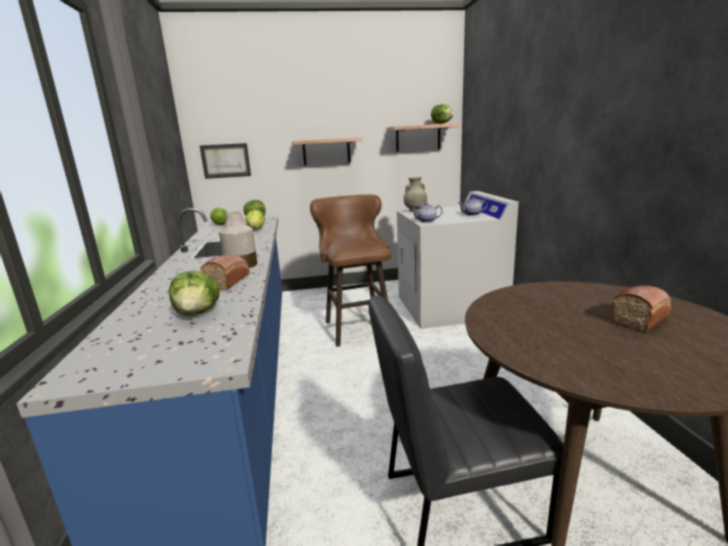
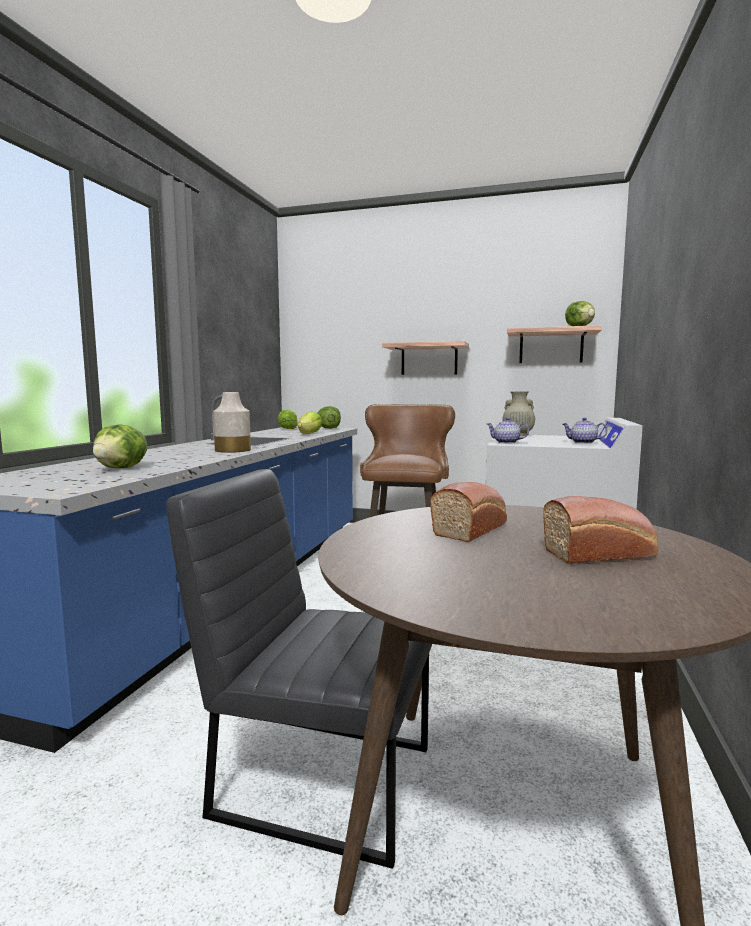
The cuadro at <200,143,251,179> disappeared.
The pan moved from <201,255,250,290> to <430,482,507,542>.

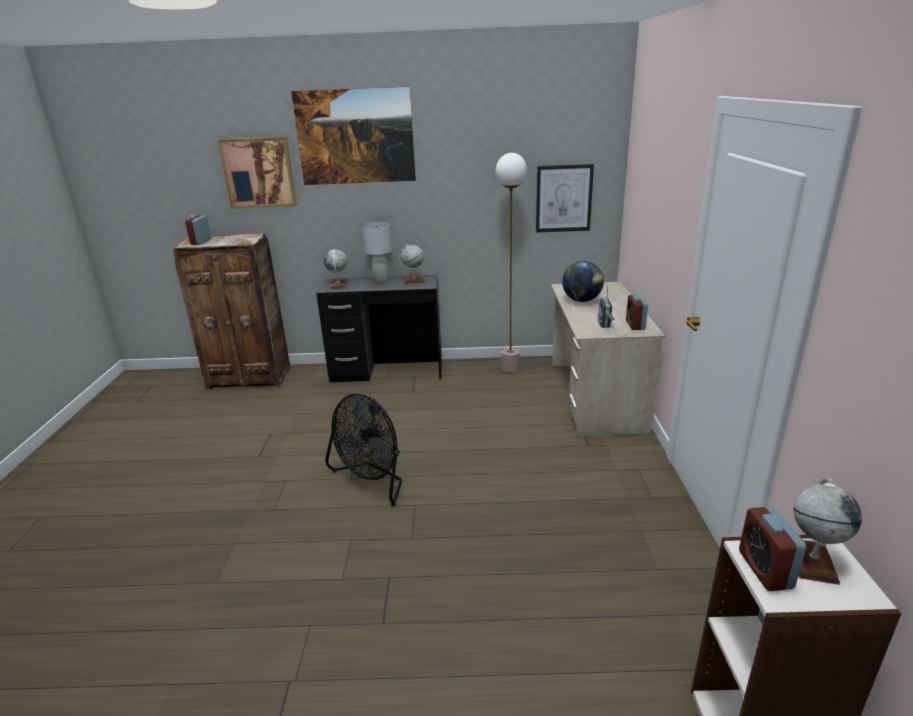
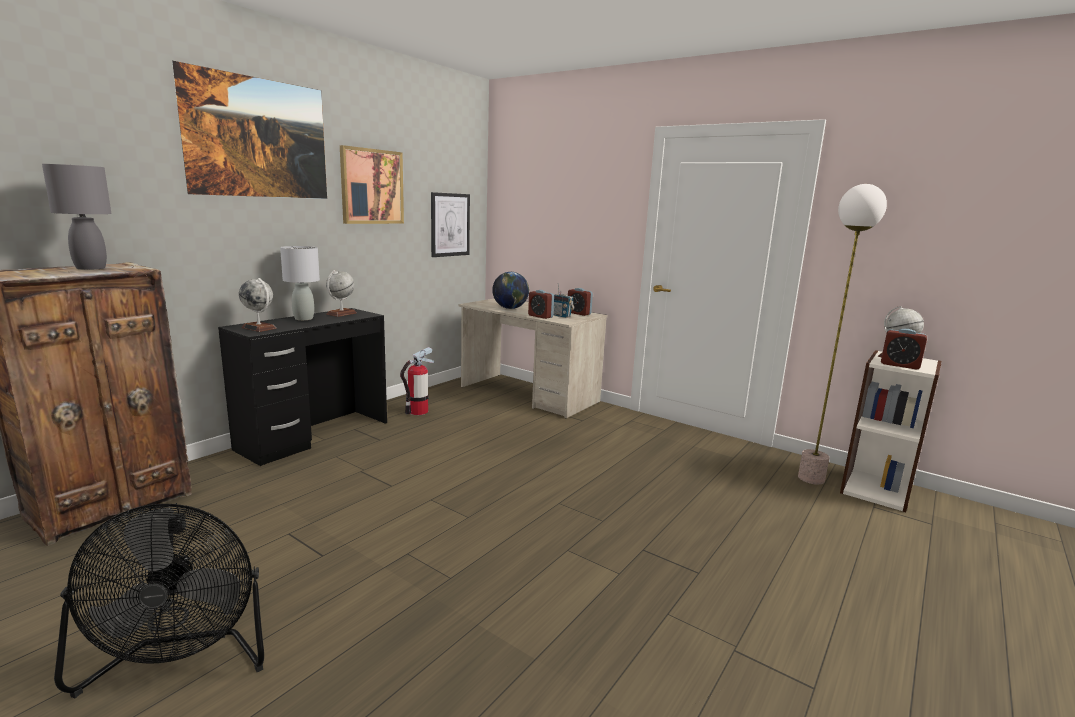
The cuadro moved from <218,137,297,209> to <340,145,404,224>.
The lámpara de pie moved from <496,153,527,373> to <798,184,887,485>.
The despertador moved from <185,215,211,245> to <528,290,554,319>.
The ventilador/negro moved from <325,394,402,506> to <54,503,264,699>.
The lámpara de mesa/gris at <42,164,111,270> appeared.
The extintor at <400,347,434,415> appeared.

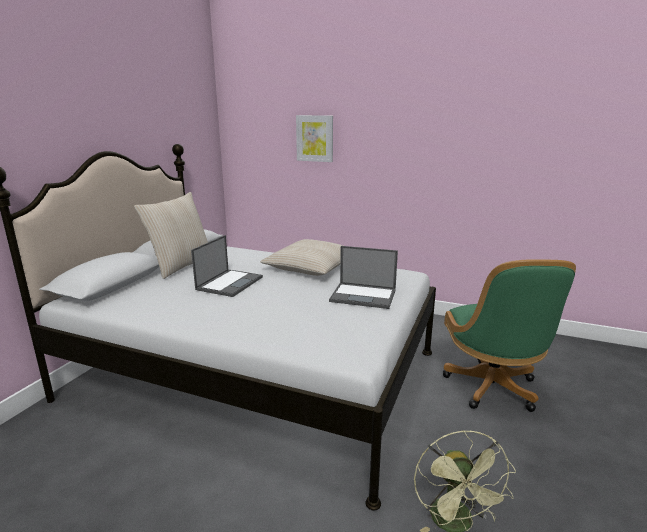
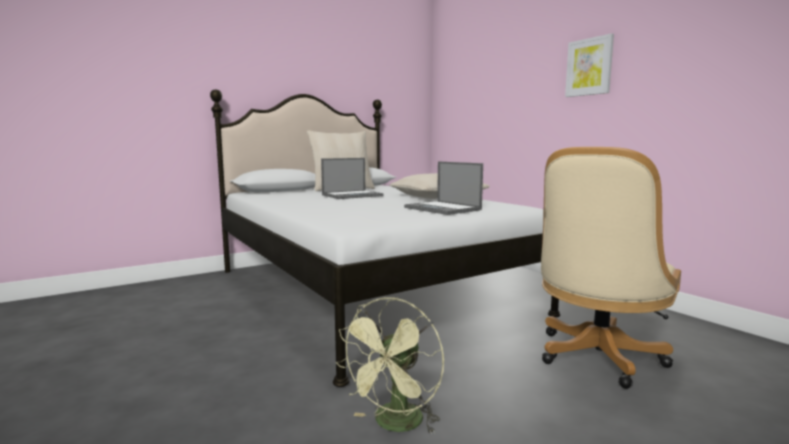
The cuadro moved from <296,115,333,162> to <565,33,614,97>.
The silla de oficina/verde at <443,259,576,412> became the silla de oficina/beis at <541,147,681,389>.

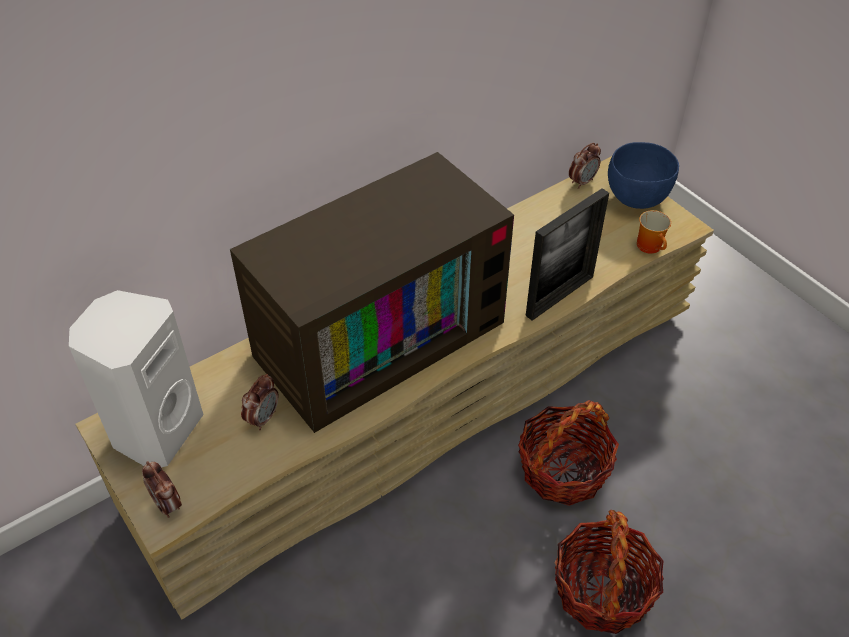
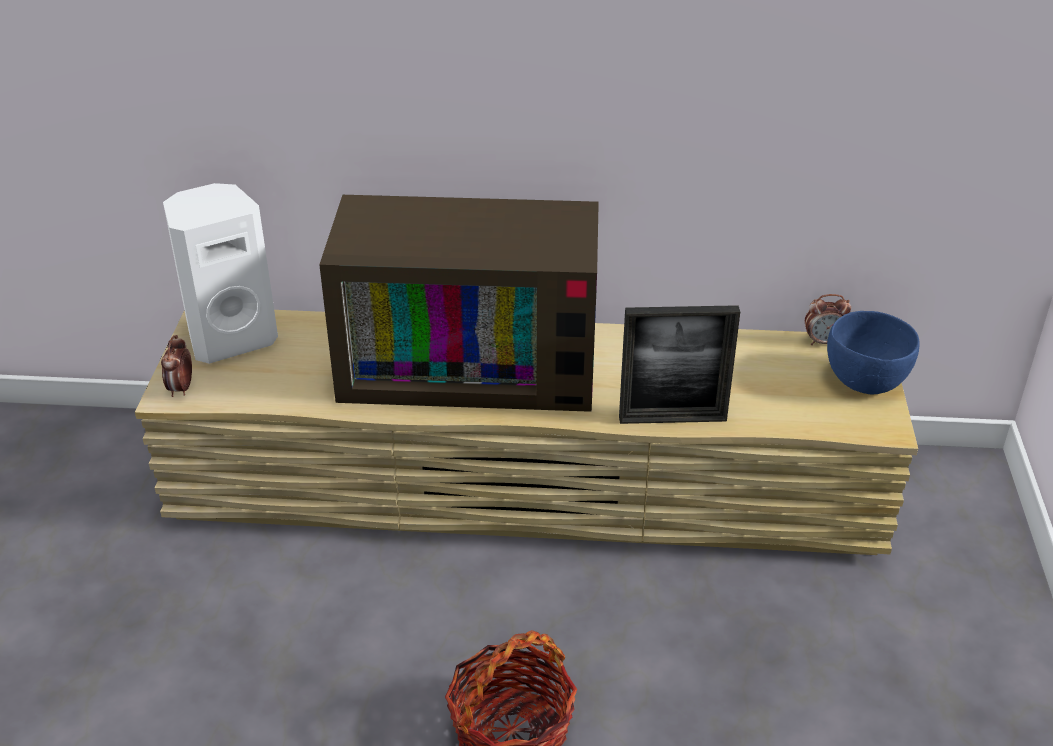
The taza grande at <637,210,671,254> disappeared.
The despertador at <241,374,278,430> disappeared.
The cesta at <518,400,619,506> disappeared.

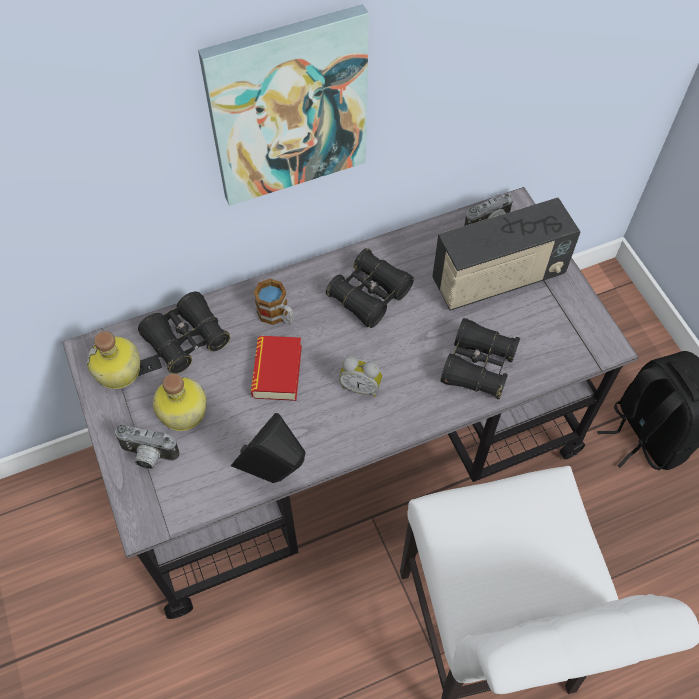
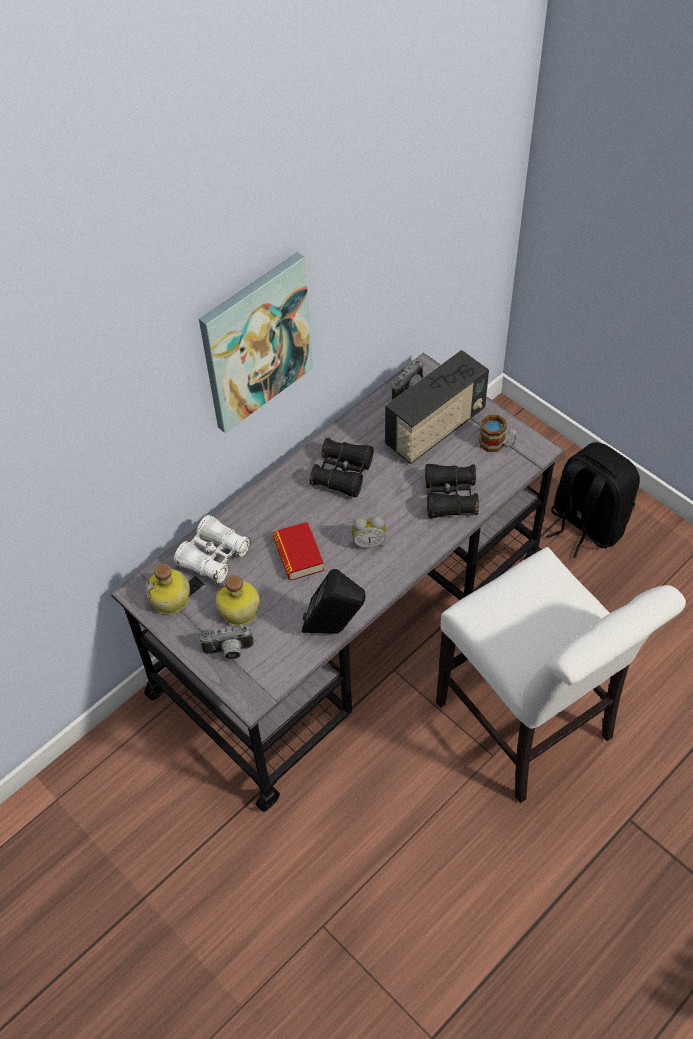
The taza grande moved from <254,279,293,325> to <479,415,518,452>.
The prismáticos/negro at <138,292,230,374> became the prismáticos/blanco at <174,515,251,584>.

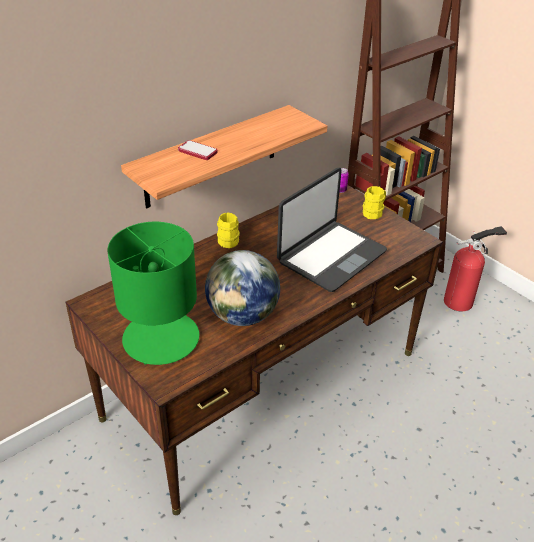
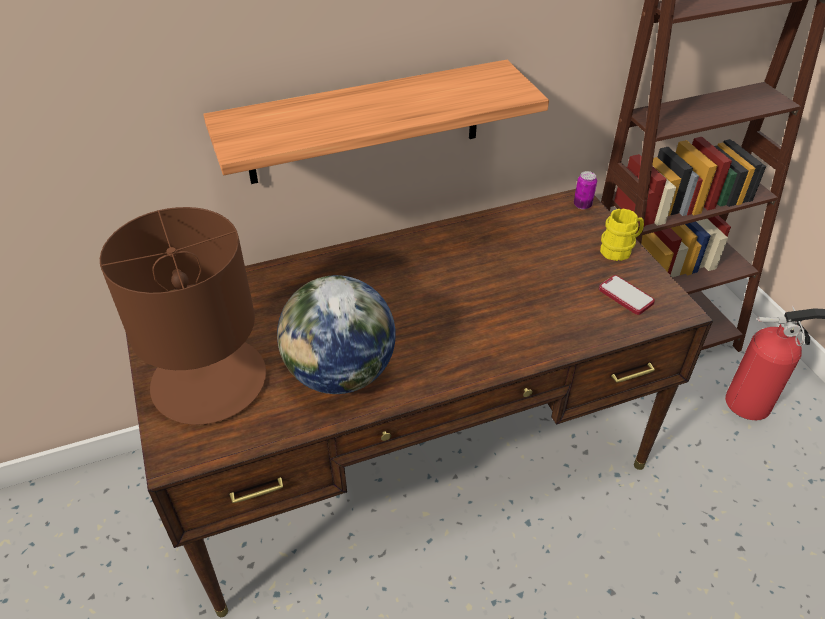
The móvil moved from <178,140,218,160> to <599,275,655,315>.
The portátil at <277,168,387,292> disappeared.
The taza grande/amarillo at <217,212,240,248> disappeared.
The lámpara de mesa/verde at <108,222,200,365> became the lámpara de mesa/marrón at <100,207,266,425>.

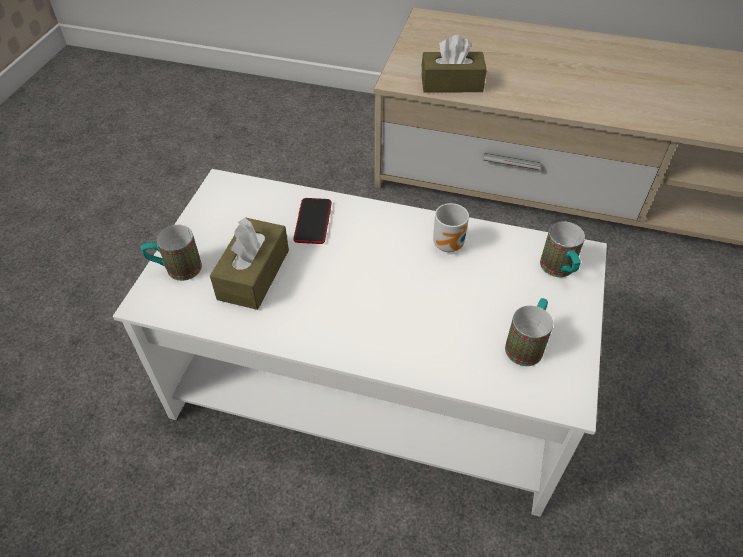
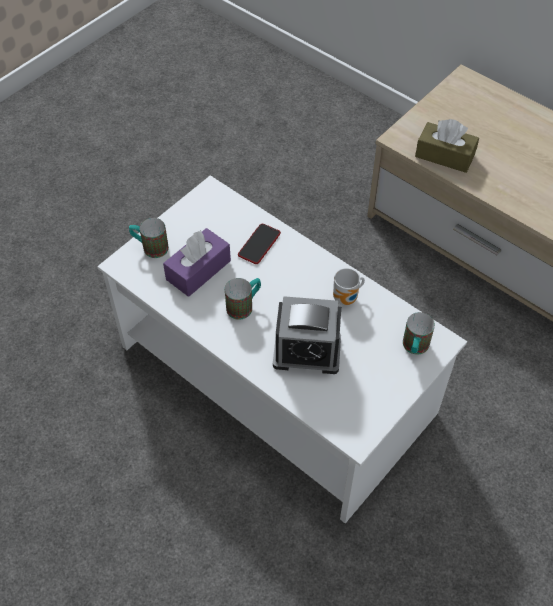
The caja de pañuelos/marrón at <210,218,289,310> became the caja de pañuelos/morado at <163,228,231,297>.
The taza grande moved from <505,298,553,366> to <225,278,261,320>.
The despertador at <273,296,341,374> appeared.

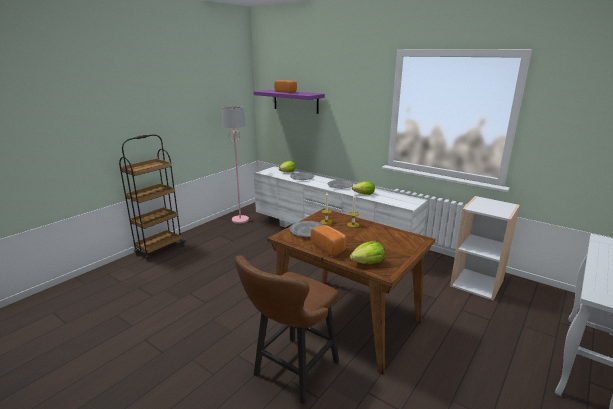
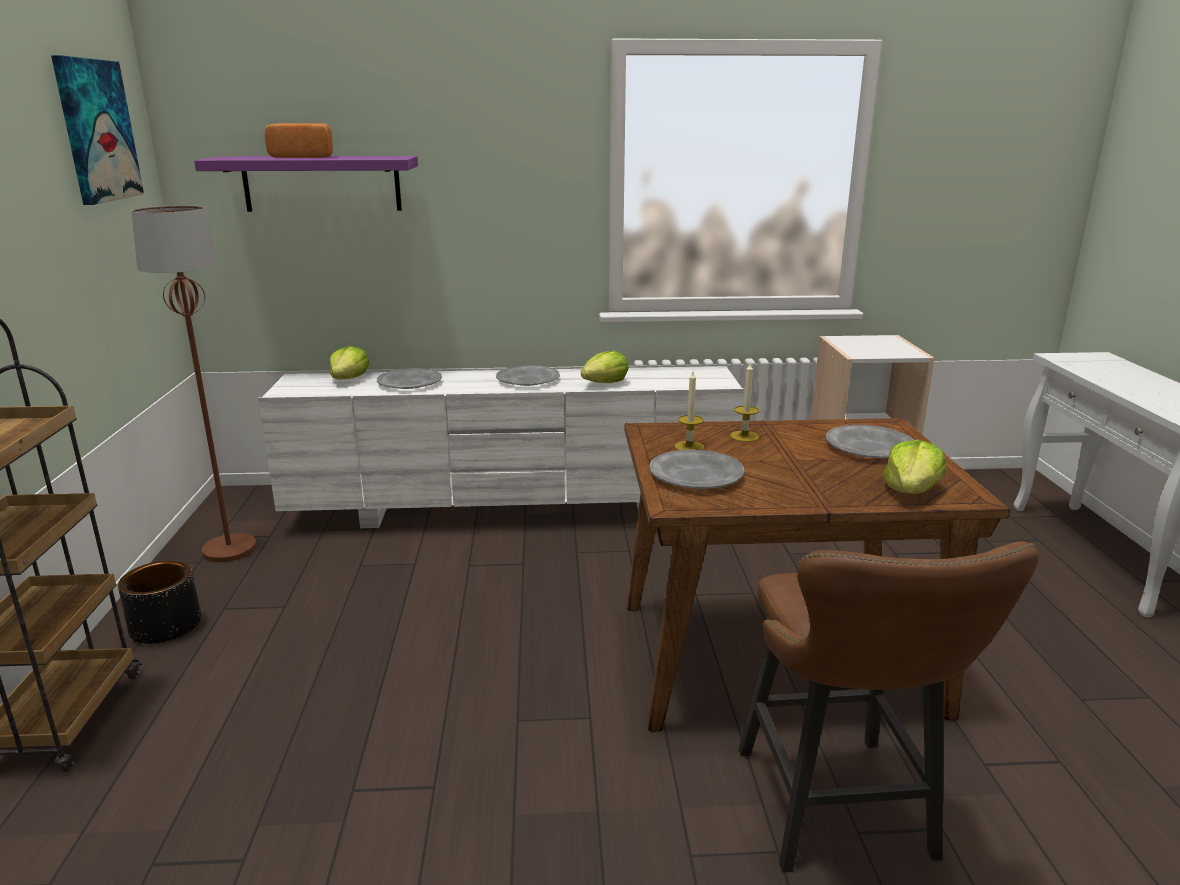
The lámpara de pie/rosa at <222,106,249,224> became the lámpara de pie/marrón at <131,205,257,562>.
The pan at <311,225,347,256> disappeared.
The cuadro at <51,55,144,205> appeared.
The plato/gris at <826,425,914,458> appeared.
The maceta/negro at <118,560,202,645> appeared.

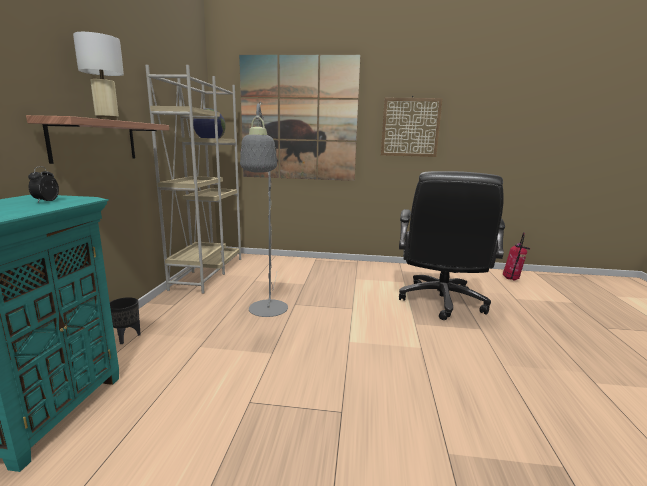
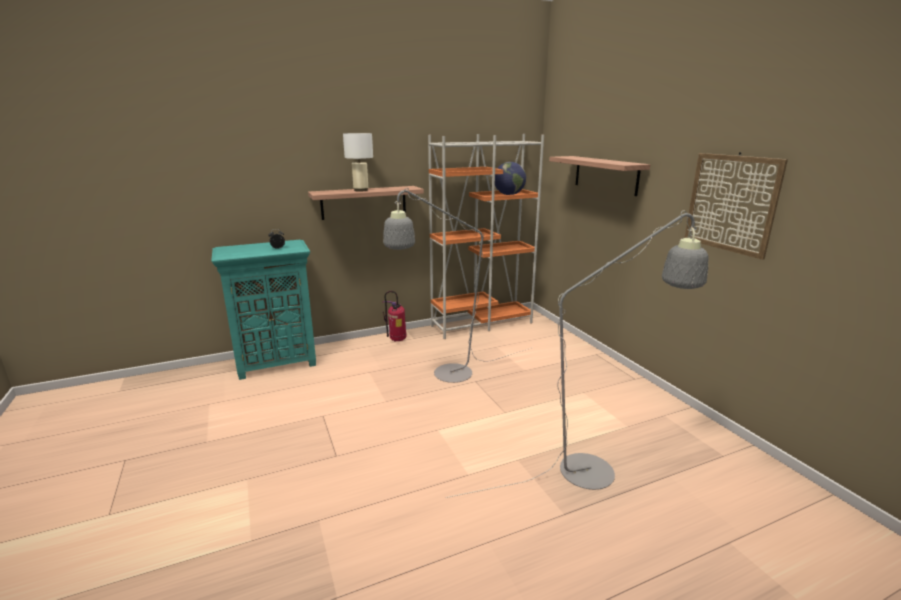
The cuadro at <239,55,361,181> was replaced by the estante at <549,156,650,196>.
The estantería/beis at <145,64,241,294> became the estantería/naranja at <428,133,544,339>.
The silla de oficina/negro at <399,171,505,320> was replaced by the lámpara de pie/gris at <445,211,709,498>.
The extintor moved from <503,232,530,280> to <382,291,407,341>.
The maceta/negro at <110,297,141,344> disappeared.

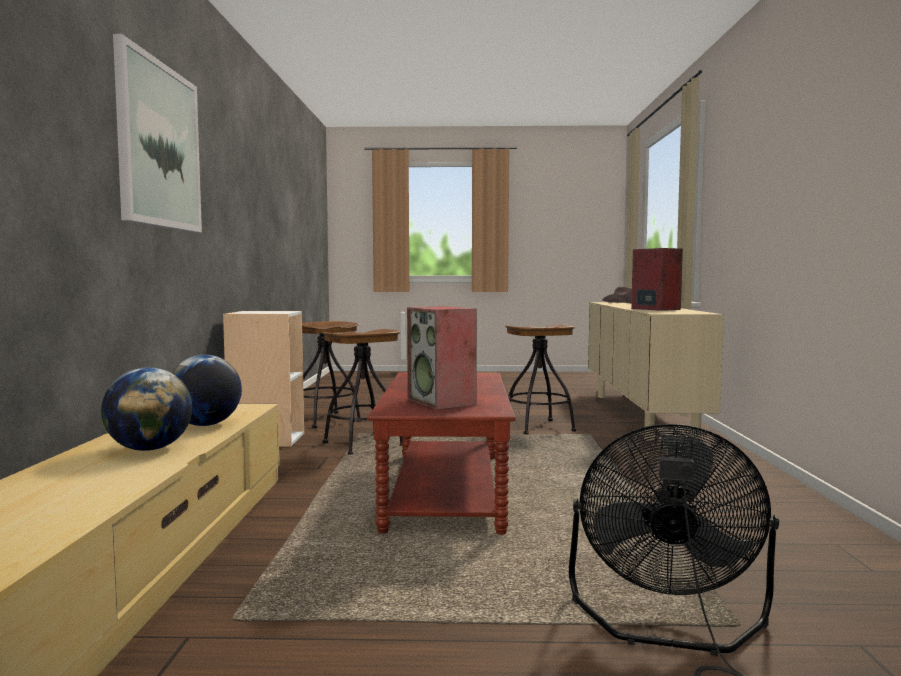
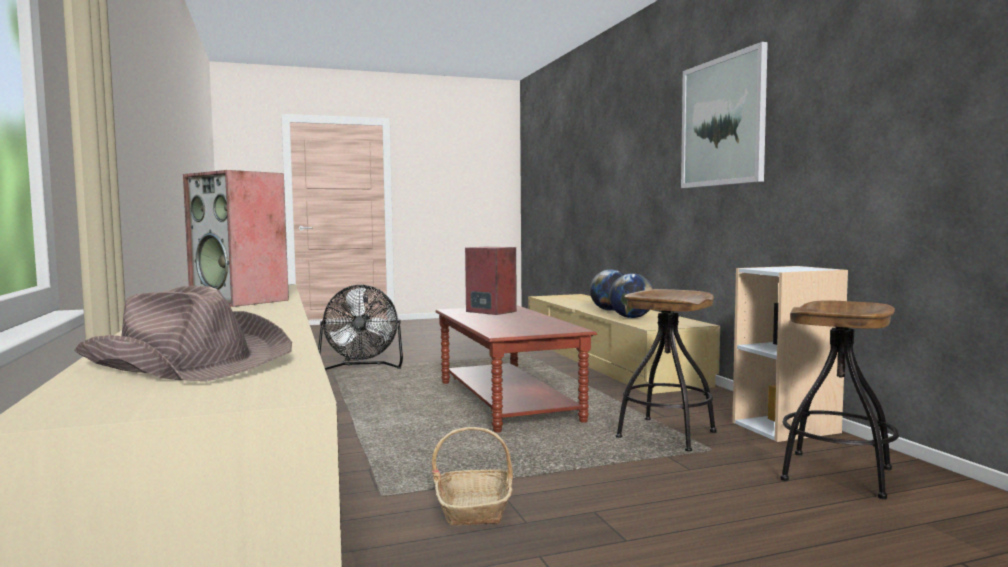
The taburete/marrón at <505,324,576,434> was replaced by the cesta at <431,427,513,525>.

